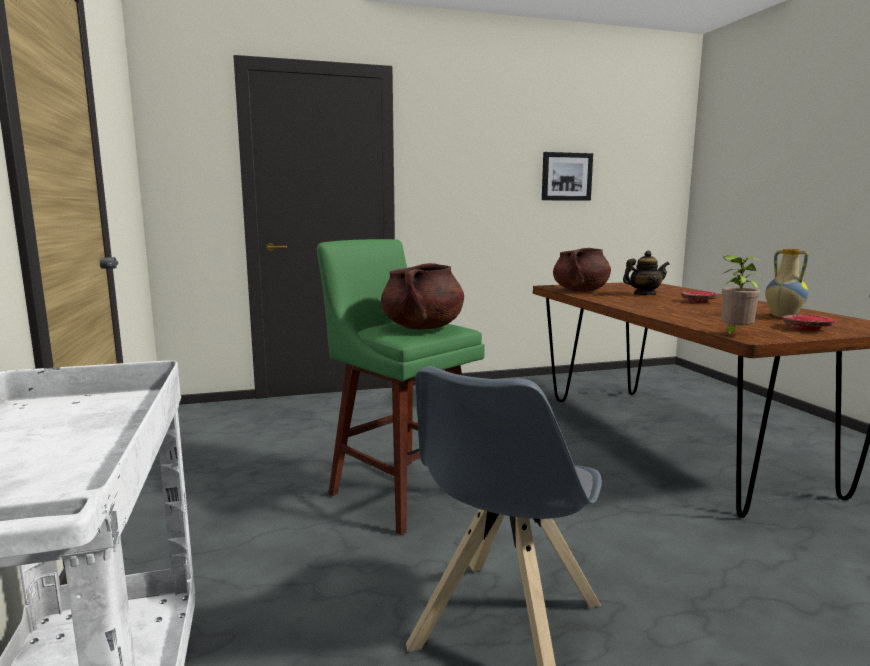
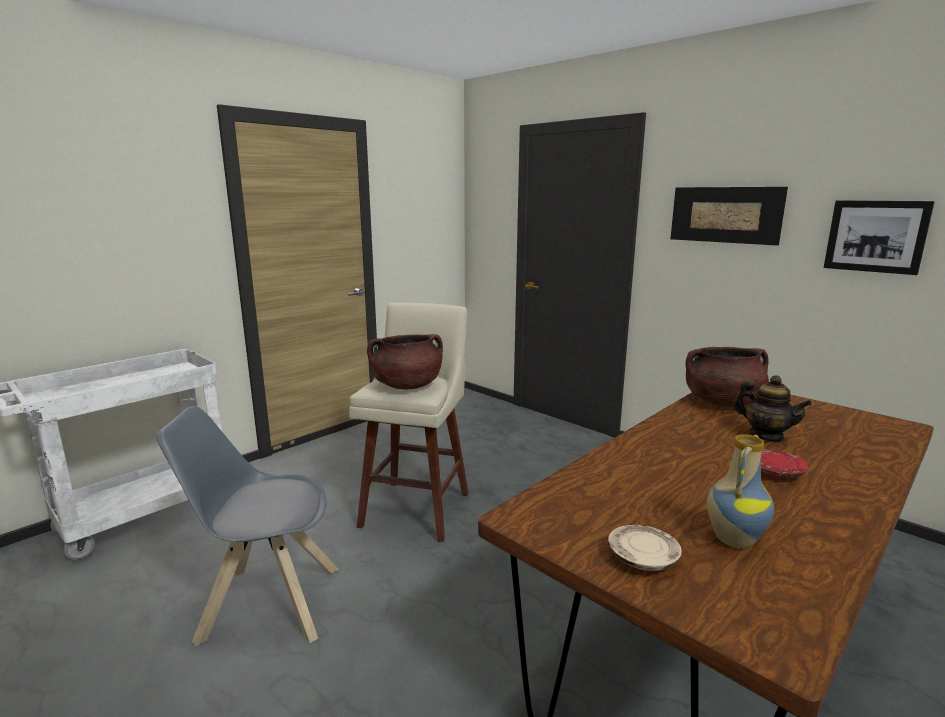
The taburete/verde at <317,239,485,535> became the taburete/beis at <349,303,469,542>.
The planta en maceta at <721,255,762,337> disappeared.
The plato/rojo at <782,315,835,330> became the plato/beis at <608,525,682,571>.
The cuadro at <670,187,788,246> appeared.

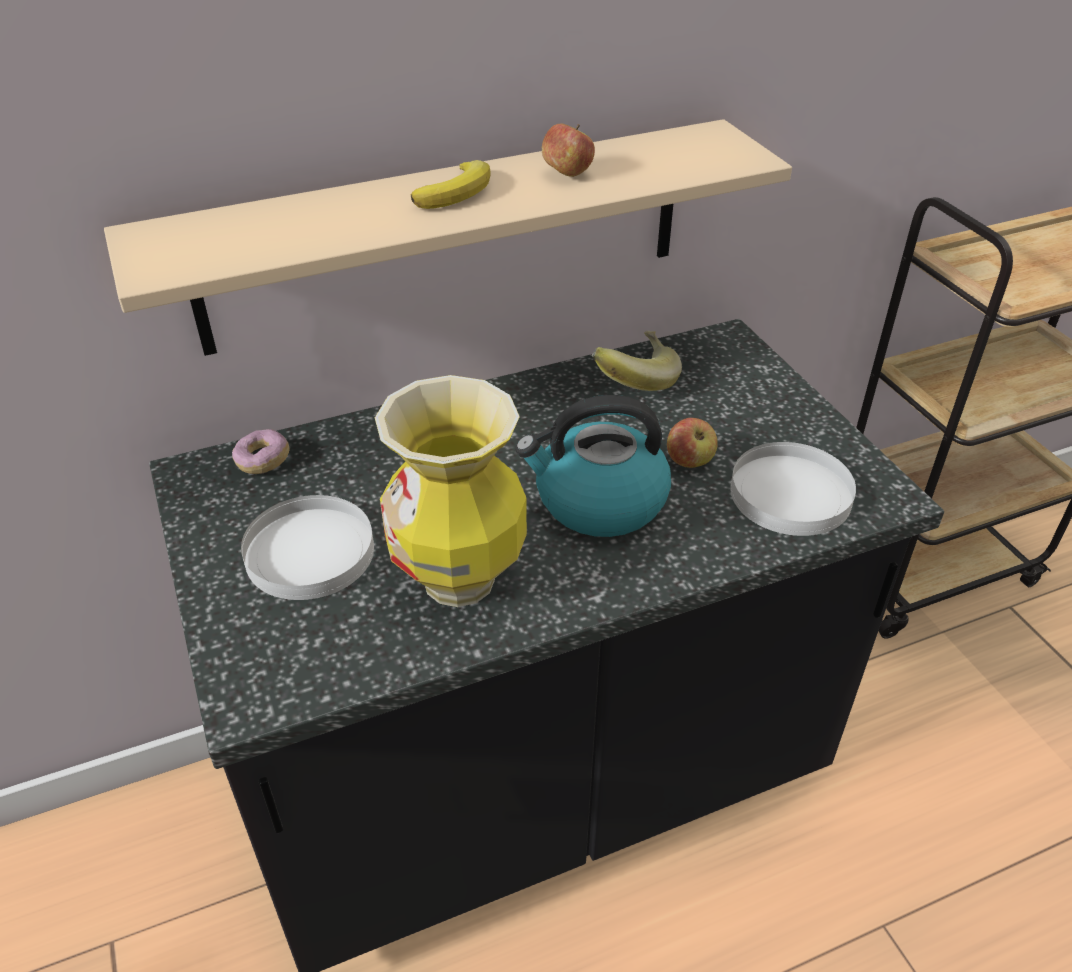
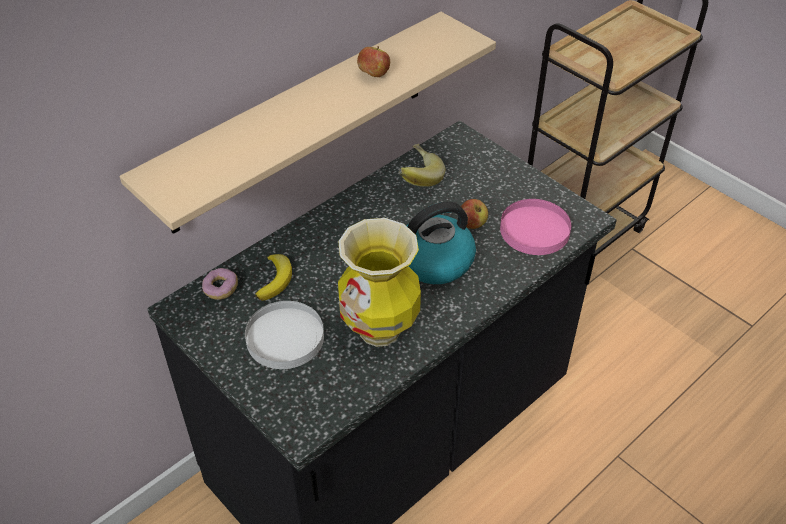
The plátano moved from <411,160,491,209> to <255,254,292,301>.
The plato/blanco at <730,442,856,536> became the plato/rosa at <500,199,571,255>.

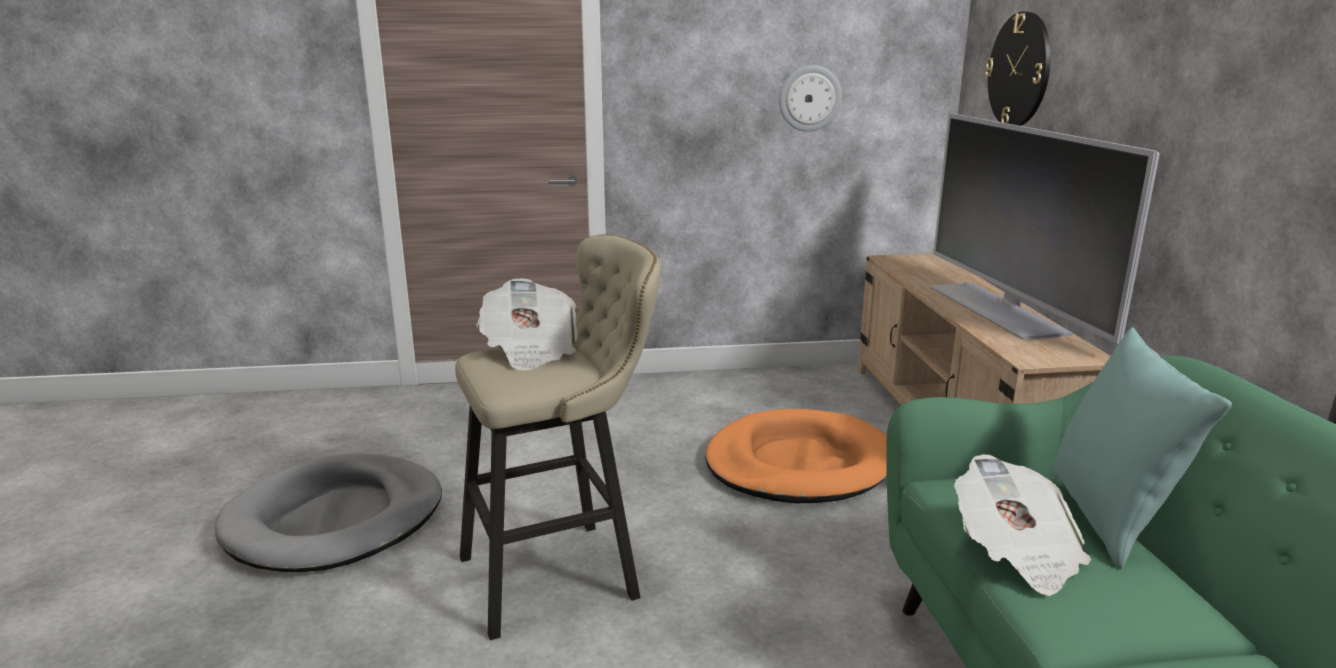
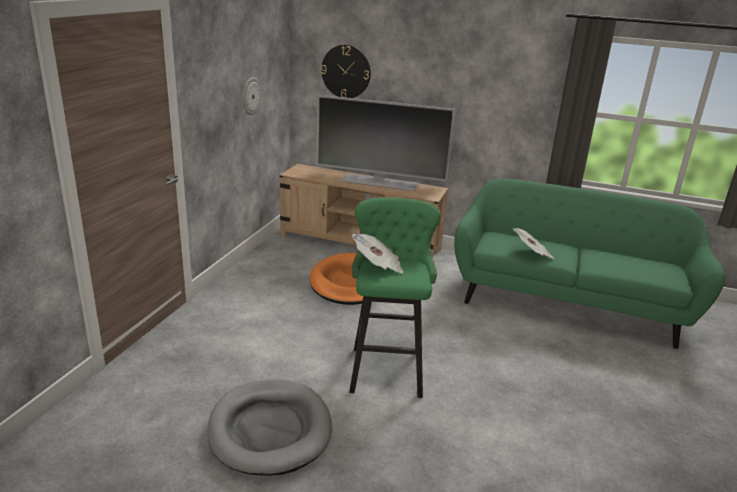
The taburete/beis at <455,234,661,640> became the taburete/verde at <349,197,441,398>.
The cojín/turquesa at <1053,327,1232,569> disappeared.

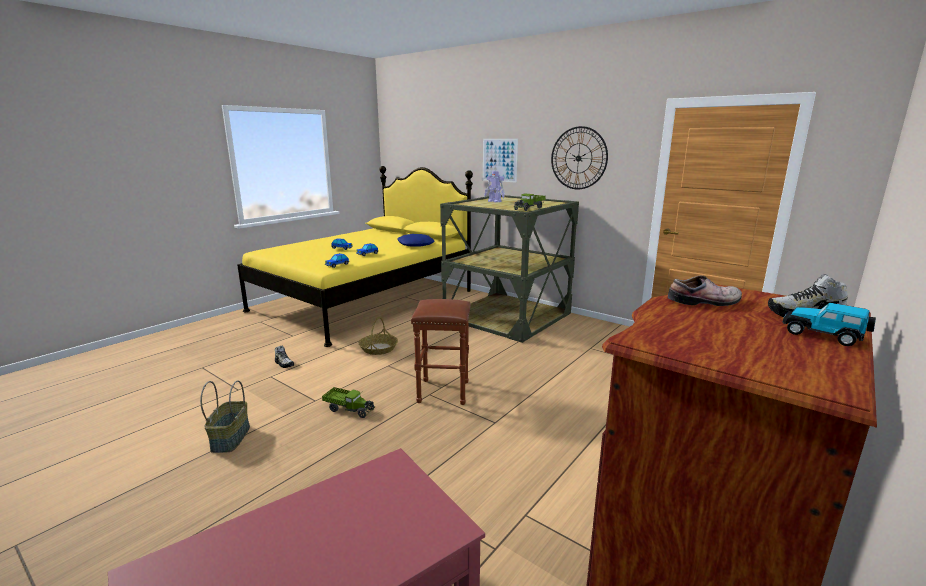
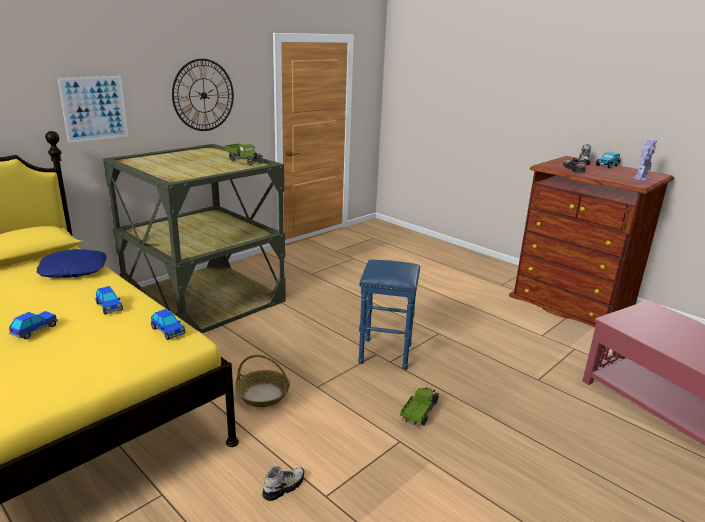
The robot de juguete moved from <484,171,505,202> to <633,139,657,181>.
The taburete/marrón at <411,299,471,405> became the taburete/azul at <358,260,420,370>.
The cesta at <200,380,250,453> disappeared.

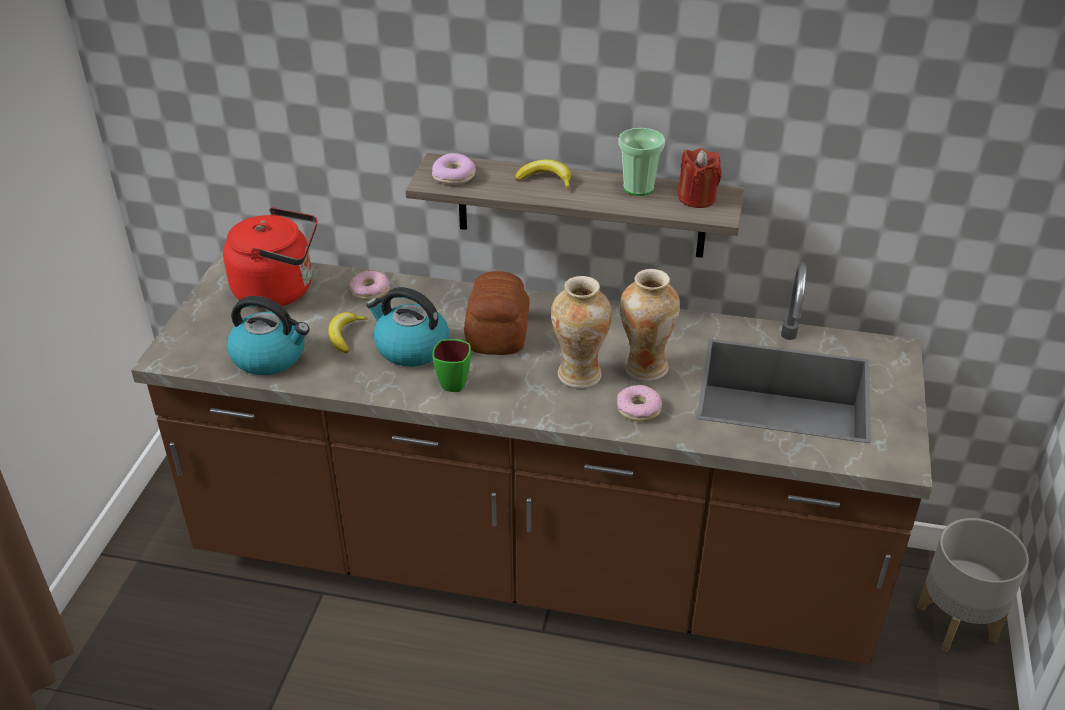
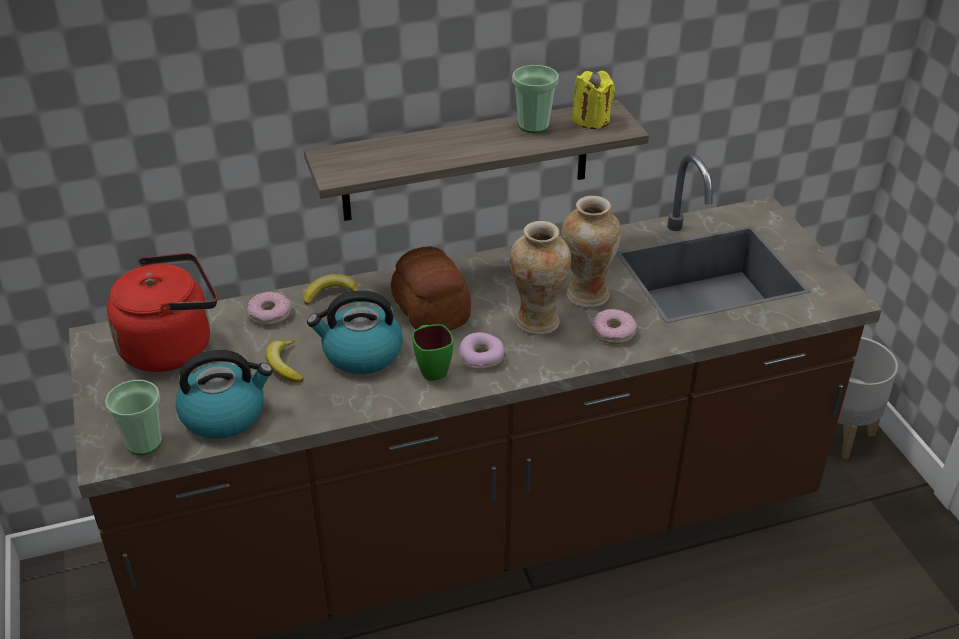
The vela/rojo at <678,148,721,208> became the vela/amarillo at <572,71,615,129>.
The rosquilla moved from <432,153,476,184> to <458,332,504,369>.
The plátano moved from <515,160,571,190> to <304,274,358,305>.
The taza at <105,380,162,455> appeared.

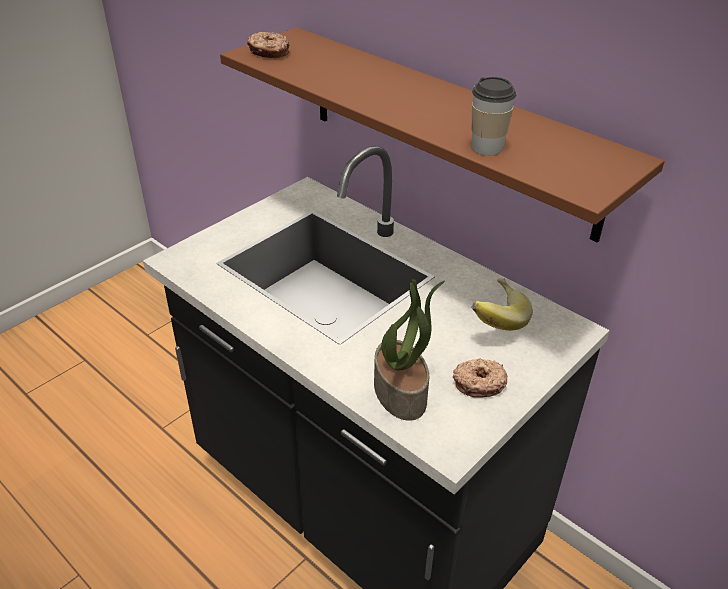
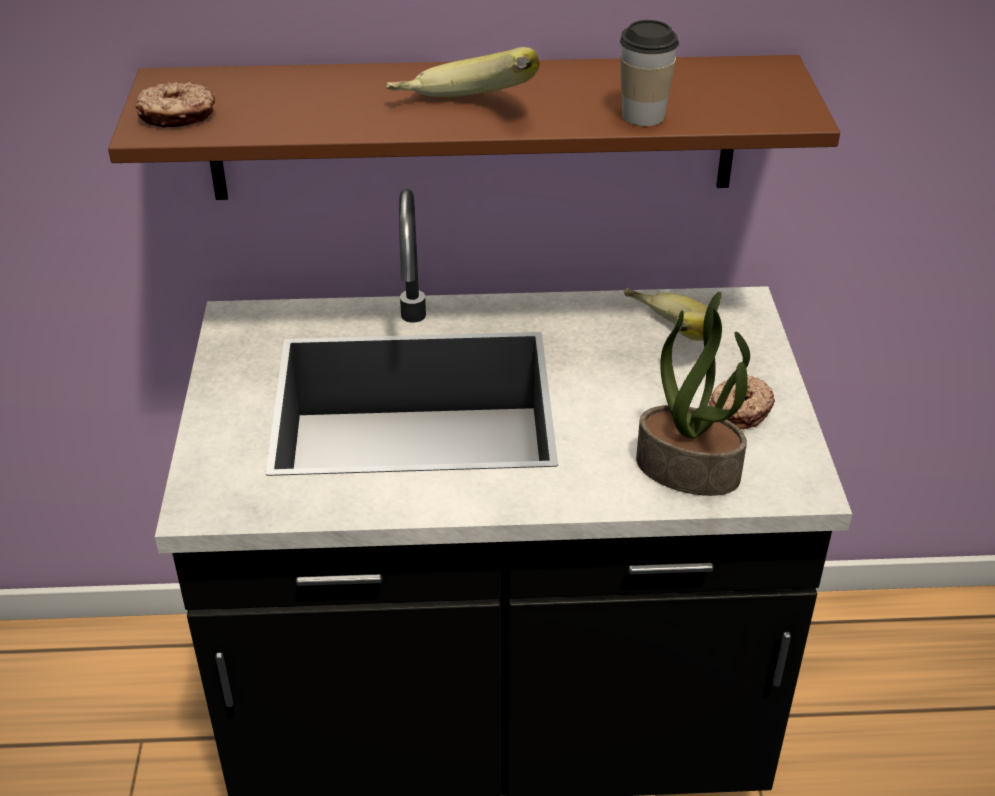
The plátano at <386,47,540,97> appeared.

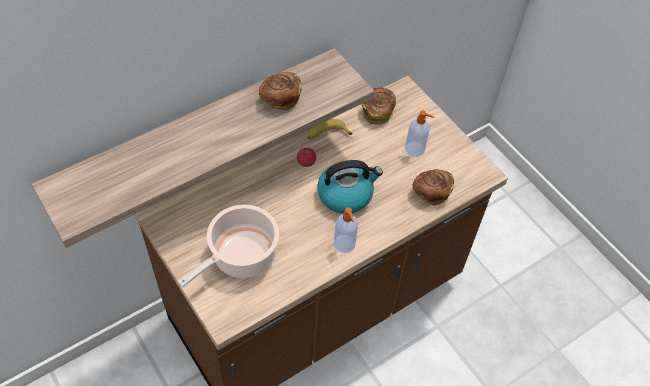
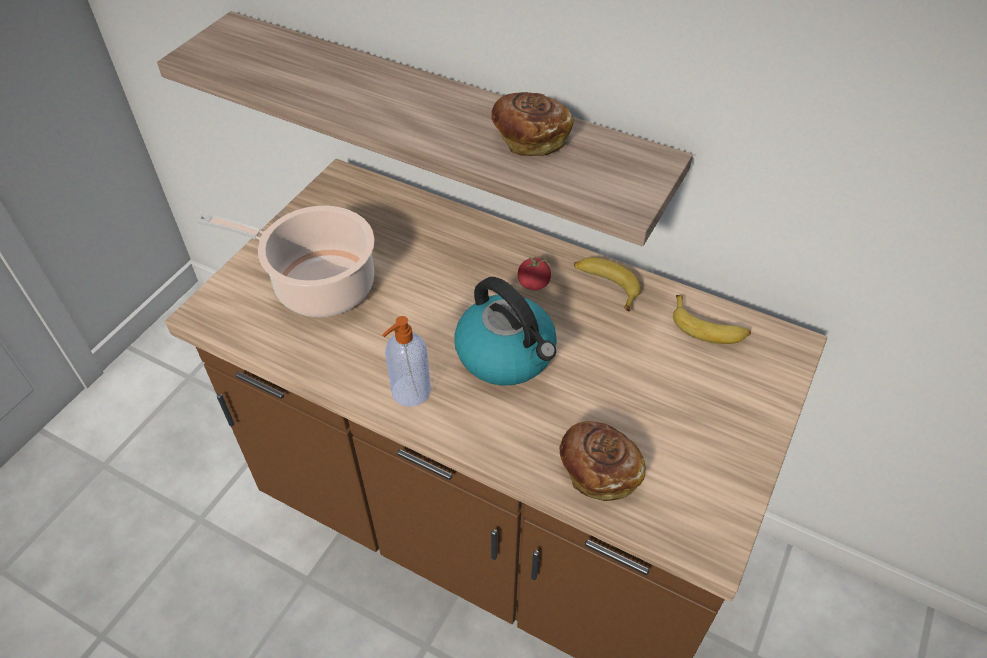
The pan at <362,88,396,125> was replaced by the plátano at <673,295,751,344>.
The dispensador de jabón at <405,110,434,157> disappeared.

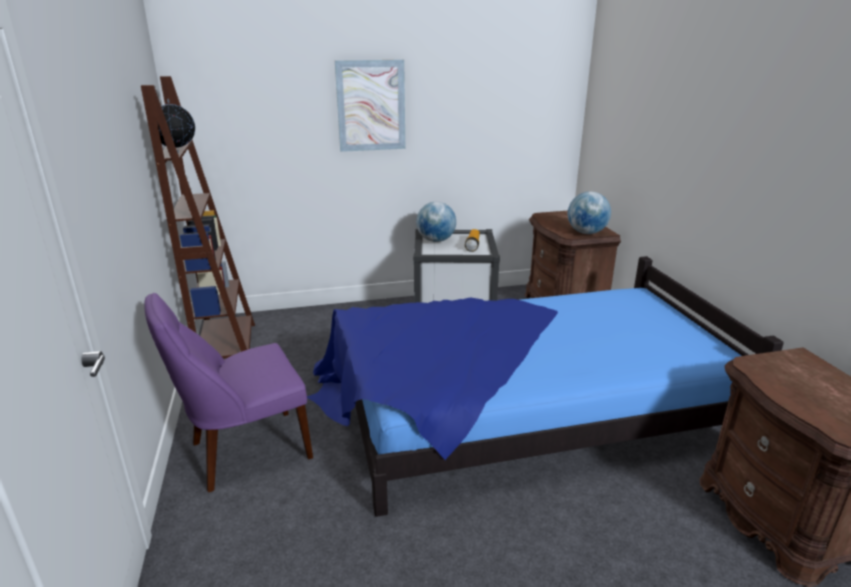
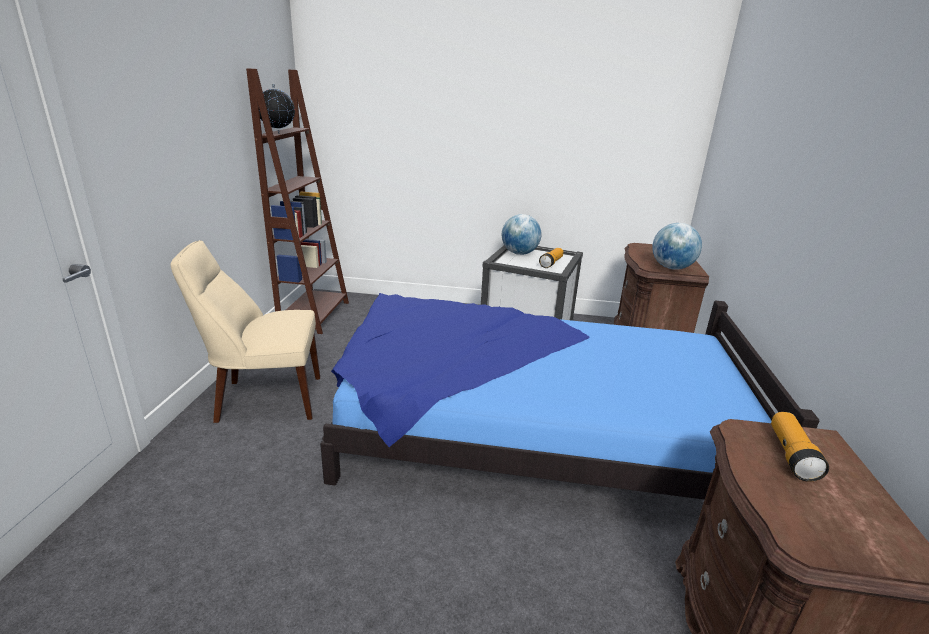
The cuadro at <335,60,405,152> disappeared.
The silla/morado at <144,293,313,492> became the silla/beis at <170,240,320,423>.
The linterna at <771,412,829,482> appeared.

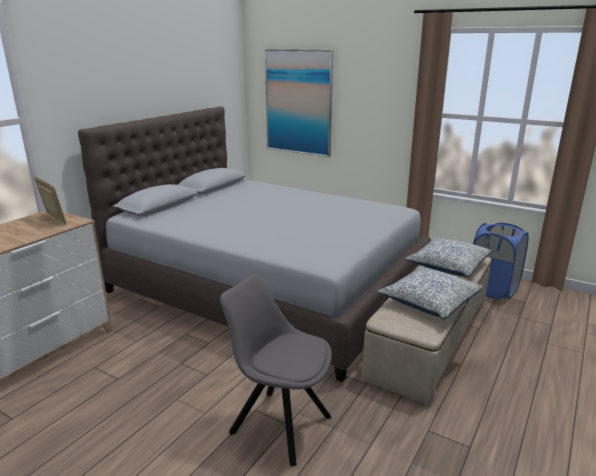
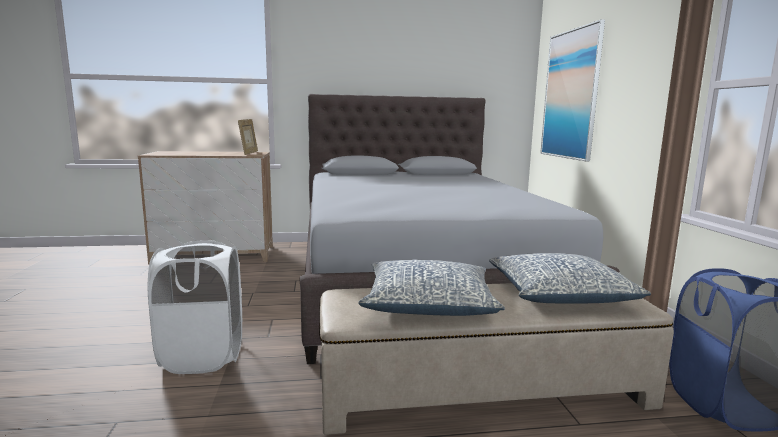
The silla/gris at <220,275,332,466> was replaced by the cesto de la ropa/blanco at <147,240,242,374>.

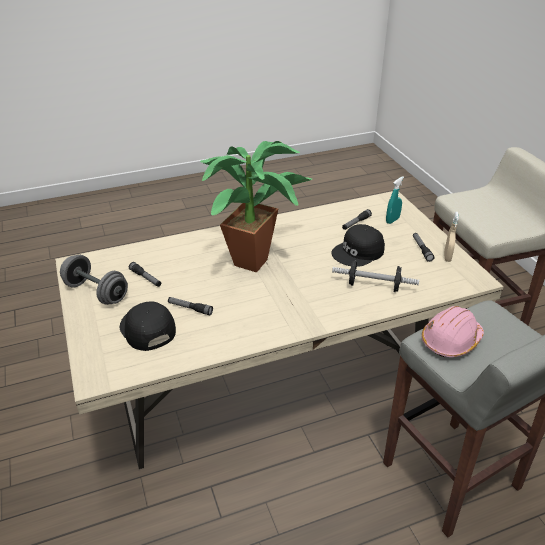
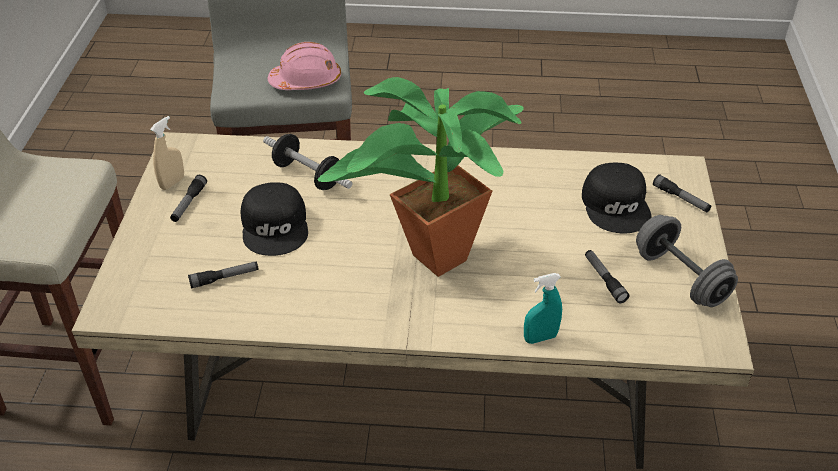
The pulverizador/turquesa moved from <386,176,404,224> to <524,273,562,344>.
The gorra/negro at <331,224,385,267> turned 90 degrees clockwise.
The linterna moved from <168,297,213,316> to <653,174,711,212>.

